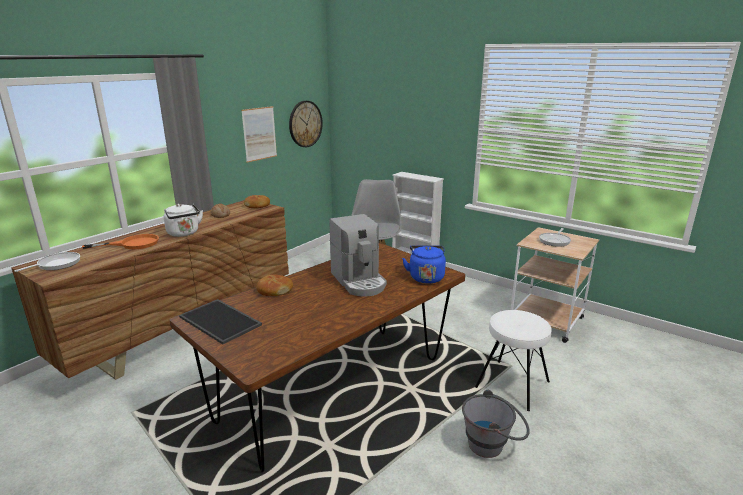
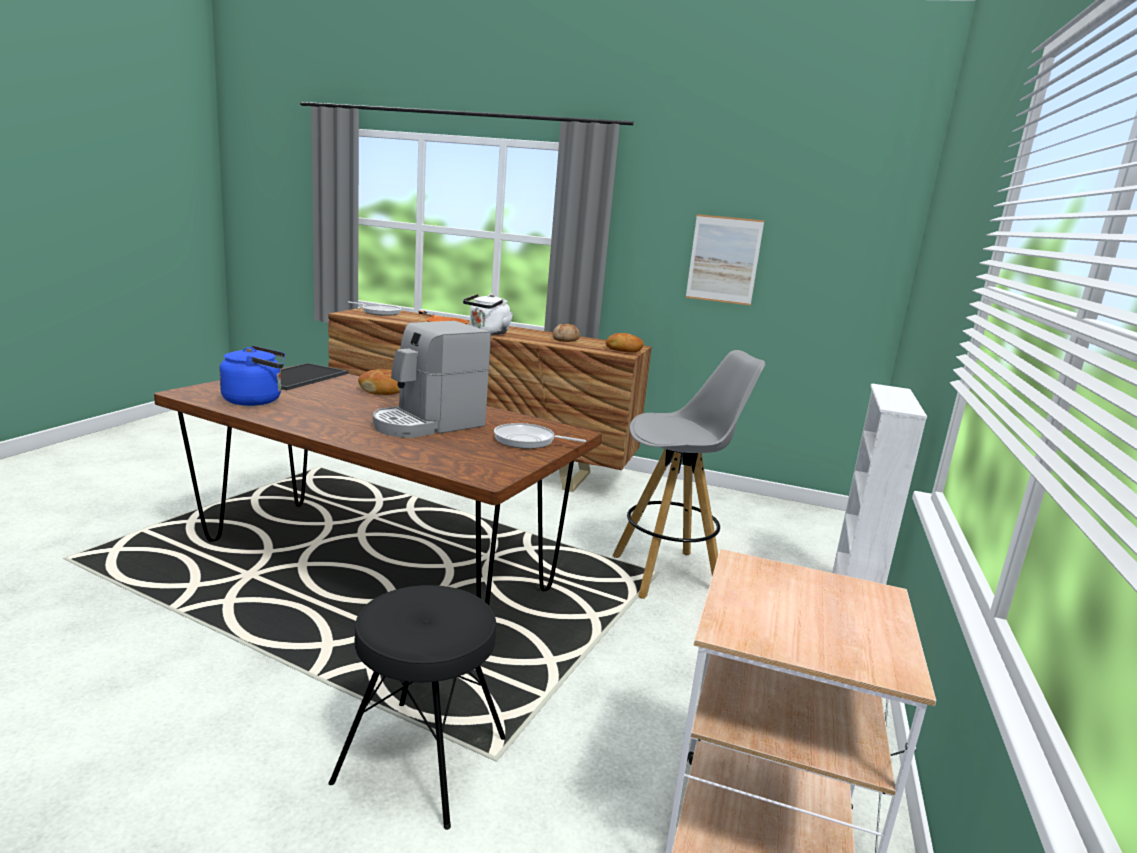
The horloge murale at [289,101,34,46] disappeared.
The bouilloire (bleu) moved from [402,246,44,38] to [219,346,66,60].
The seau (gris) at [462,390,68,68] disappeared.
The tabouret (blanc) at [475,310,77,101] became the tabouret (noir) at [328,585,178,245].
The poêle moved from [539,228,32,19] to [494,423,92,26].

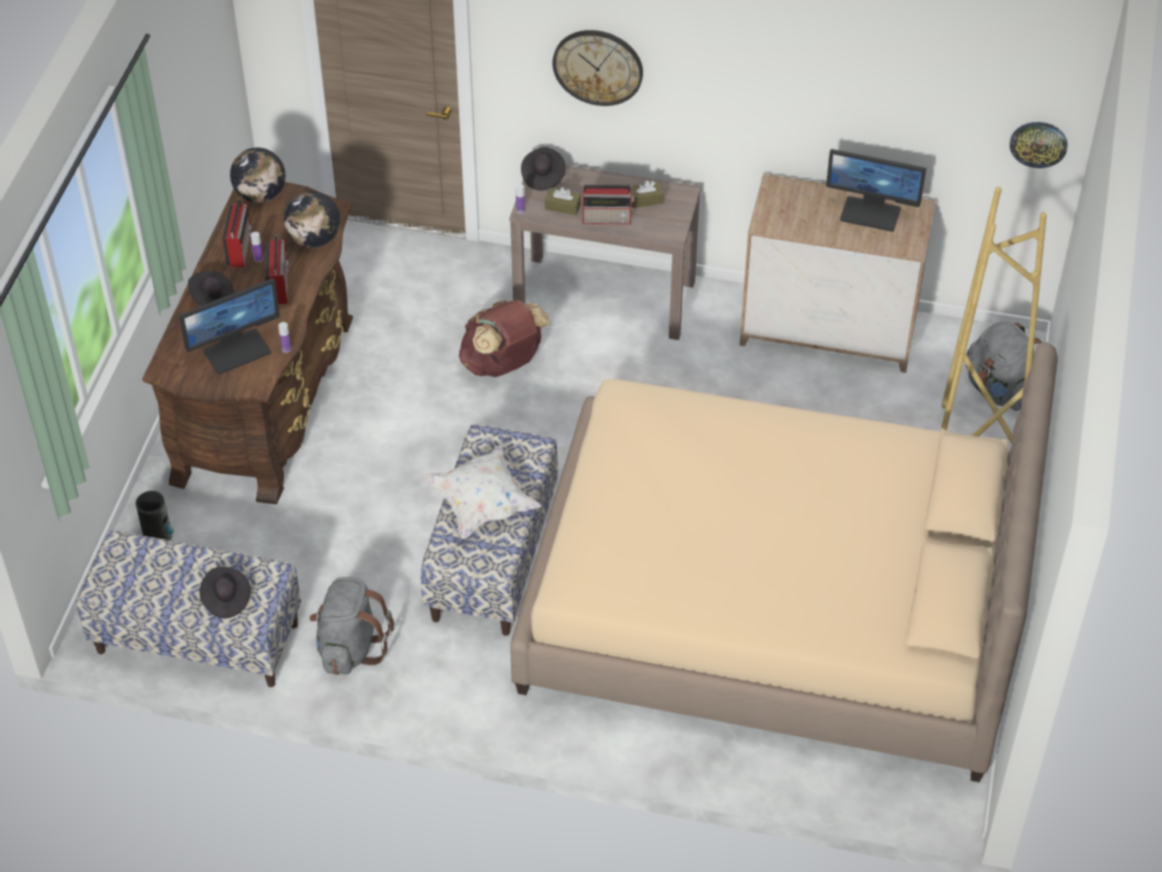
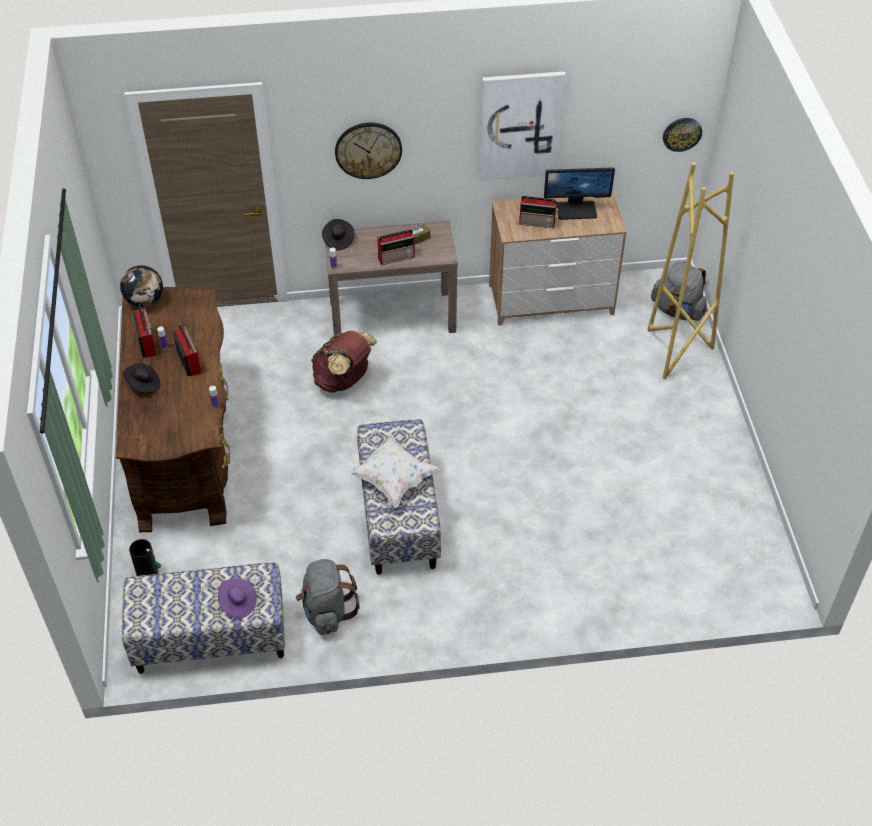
The écran d'ordinateur at [179,278,101,96] disappeared.
The chapeau (noir) at [199,567,52,51] became the chapeau (violet) at [218,578,39,40].
The globe at [284,191,56,57] disappeared.
The lit (beige) at [510,342,548,440] disappeared.
The boîte à mouchoirs (marron) at [545,187,36,28] disappeared.
The tableau at [479,71,87,110] appeared.
The radio at [519,196,39,33] appeared.

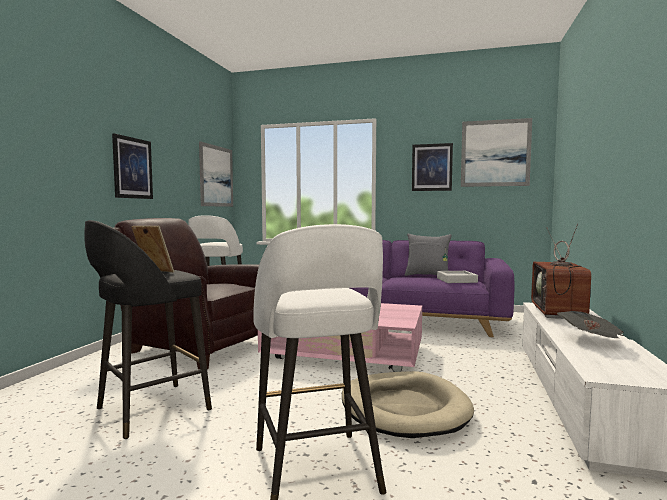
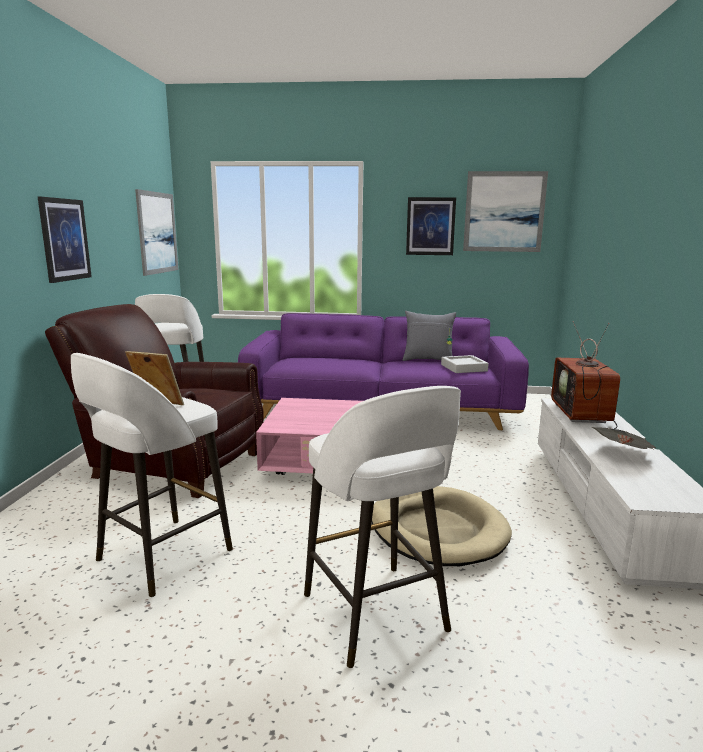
The tabouret (noir) at [84,220,128,219] became the tabouret (blanc) at [71,353,162,244].

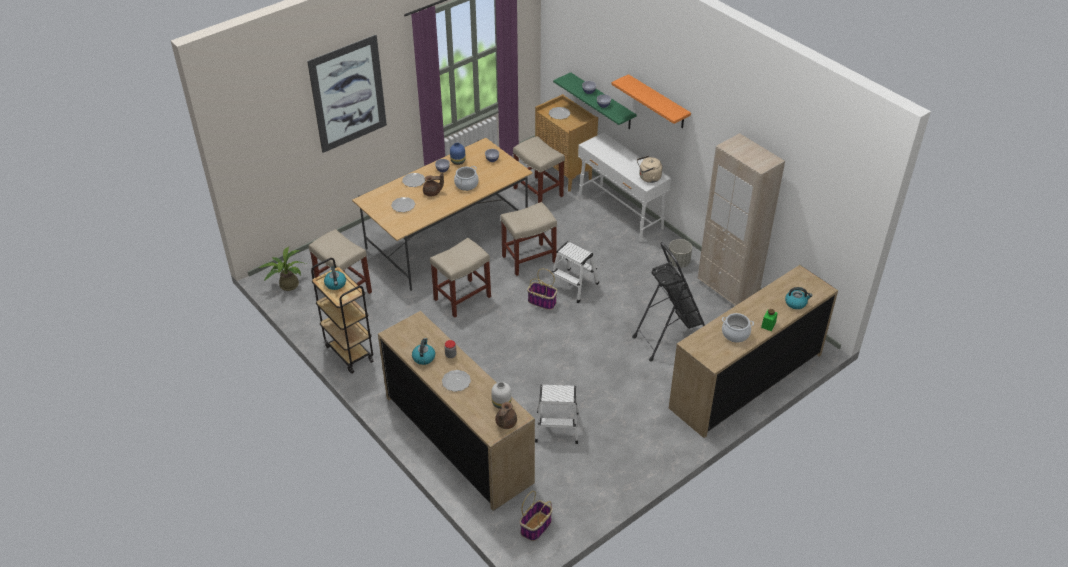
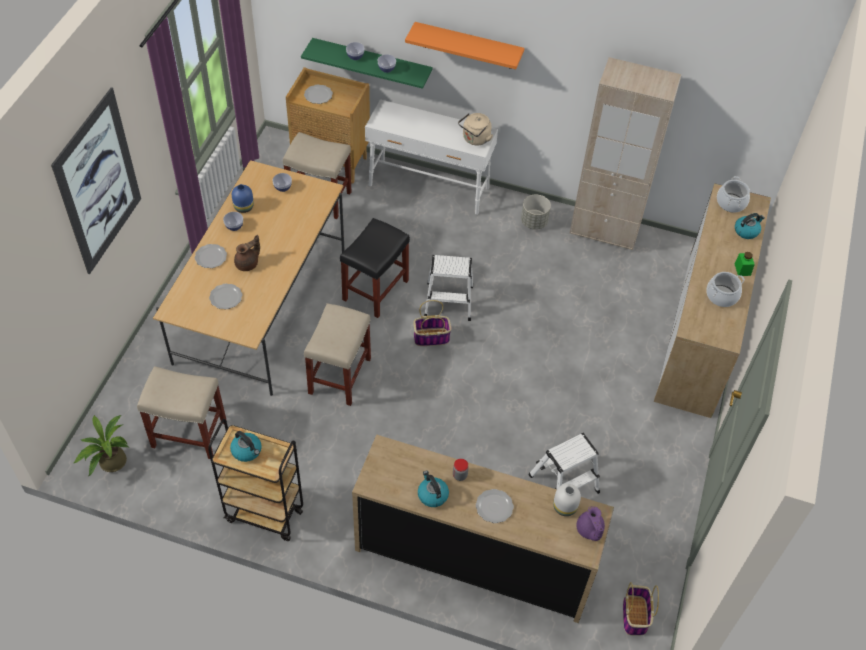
The marmite moved from [454,166,25,25] to [717,176,33,37].
The théière (marron) at [495,402,22,27] became the théière (violet) at [576,506,29,35].
The tabouret (beige) at [500,202,57,74] became the tabouret (noir) at [340,218,70,100].
The escabeau at [632,242,73,119] disappeared.

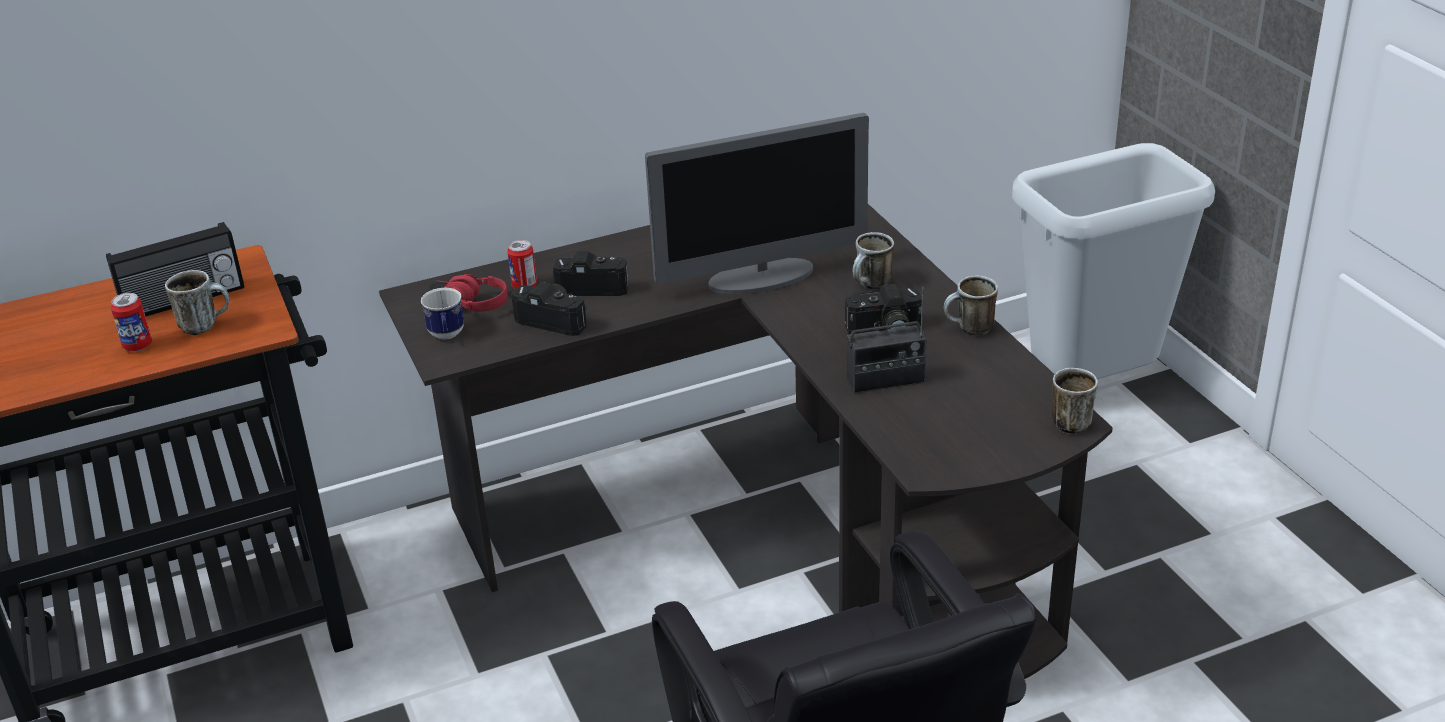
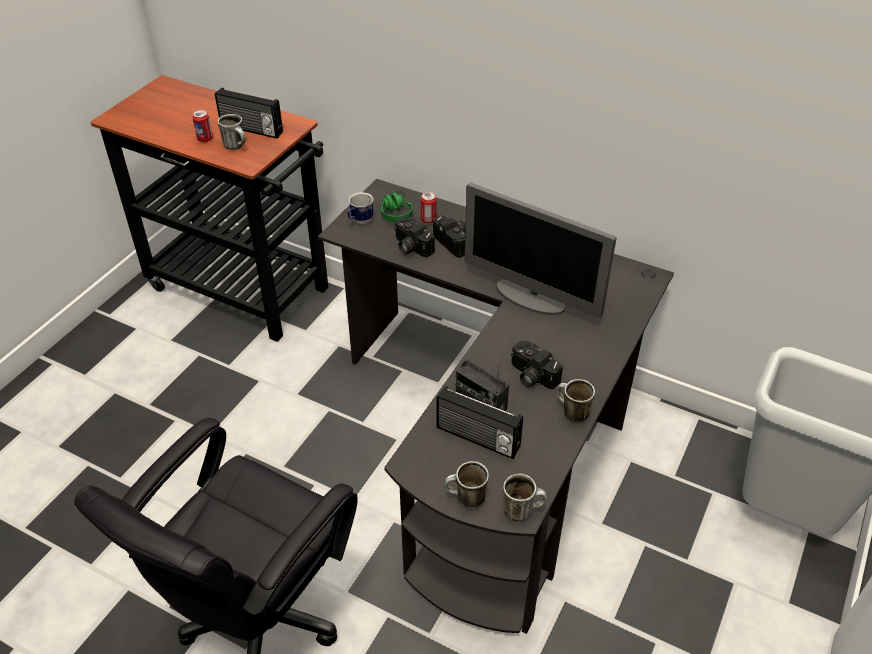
The casque audio (rouge) at [436,274,72,38] became the casque audio (vert) at [381,191,32,32].
The appareil photo at [511,282,76,54] turned 150 degrees clockwise.
The mug moved from [852,232,42,57] to [445,461,44,47].
The radio at [437,386,86,73] appeared.

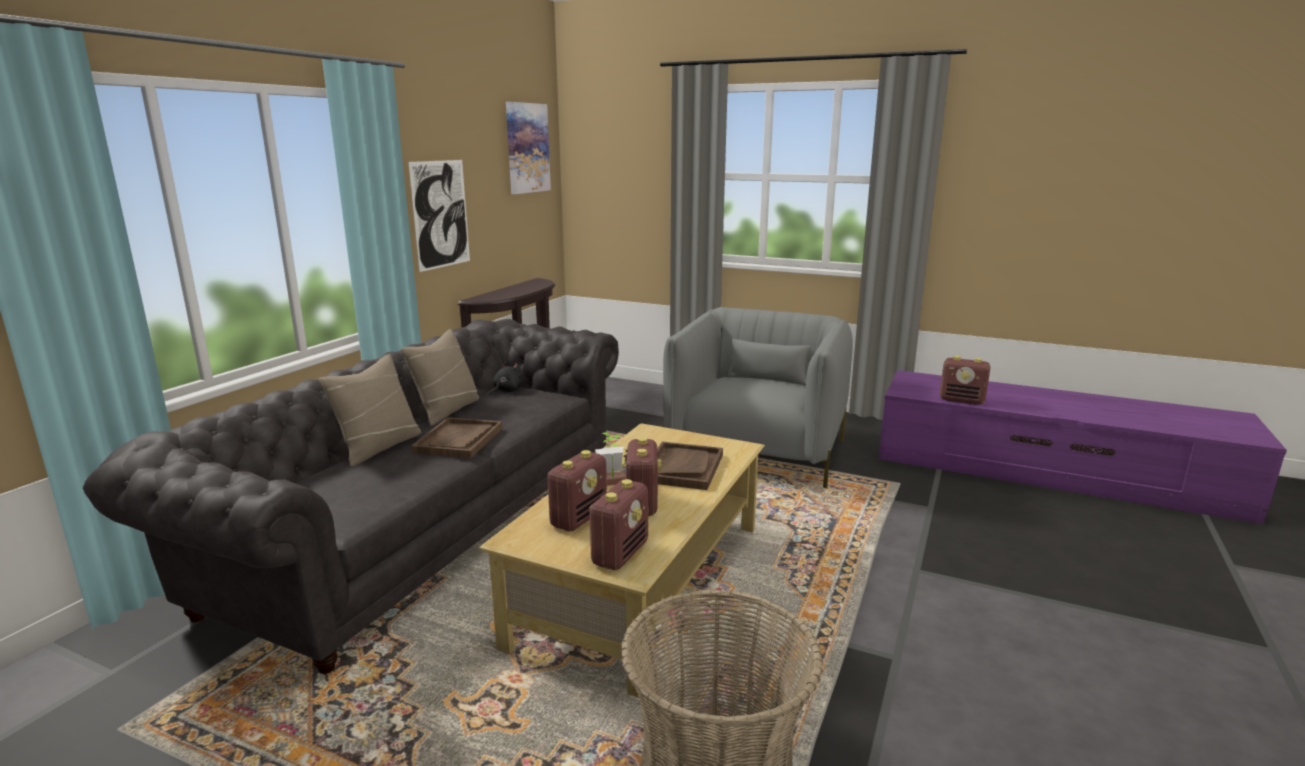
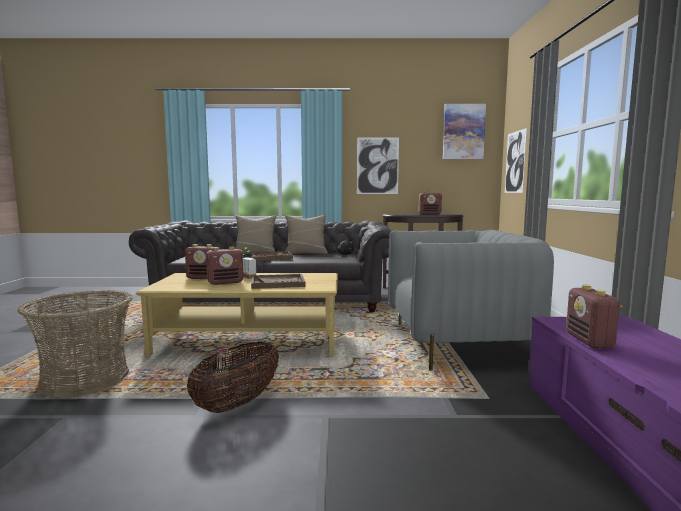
The radio moved from [589,479,59,91] to [419,191,23,24].
The panier at [187,342,92,71] appeared.
The tableau at [505,128,22,65] appeared.

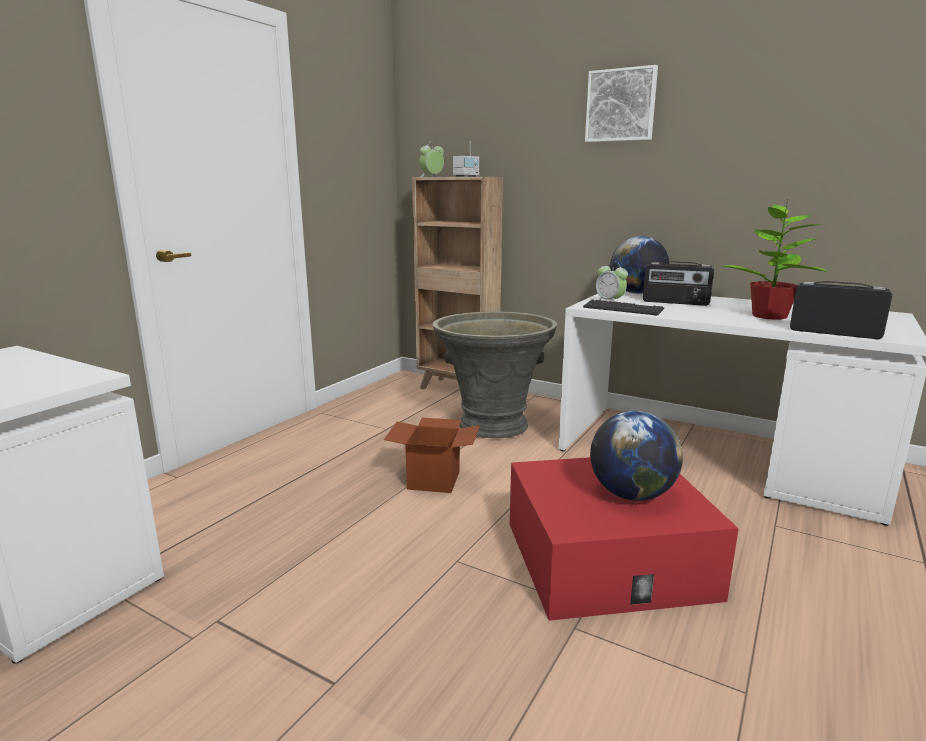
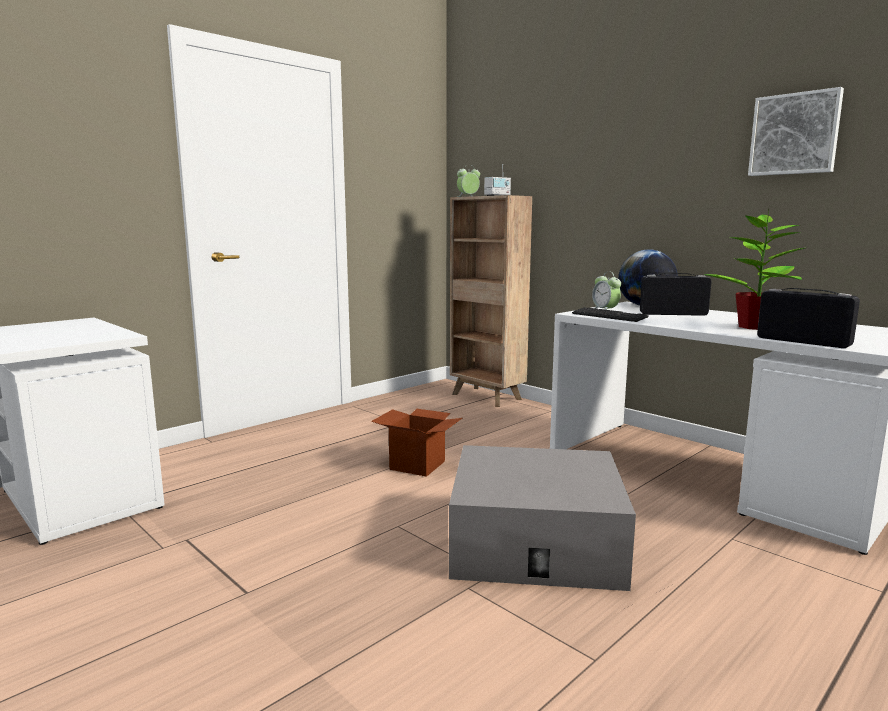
The cache-pot (gris) at [432,311,125,127] disappeared.
The boîte de rangement (rouge) at [510,457,229,164] became the boîte de rangement (gris) at [449,445,187,146].
The tableau moved from [585,65,73,77] to [748,87,96,89].
The globe at [590,411,93,90] disappeared.
The radio at [643,261,71,45] turned 150 degrees clockwise.

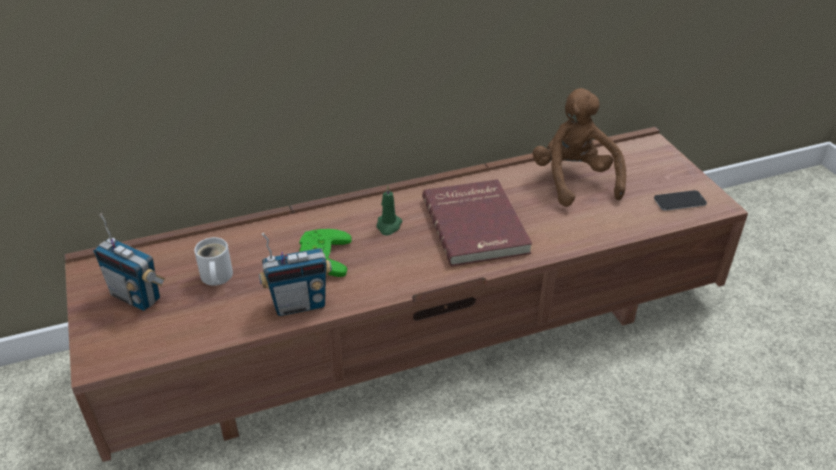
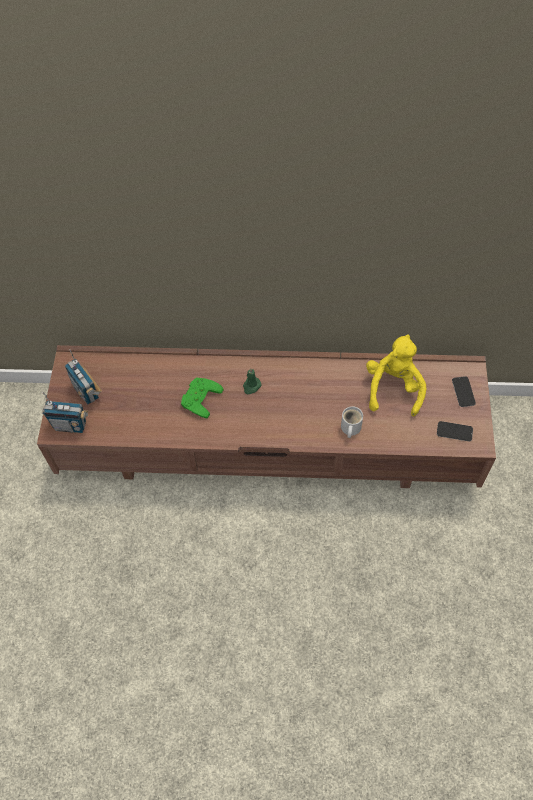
The mug (blanc) moved from [194,237,39,49] to [341,406,22,32].
The radio moved from [259,233,73,83] to [42,392,46,41].
The livre (rouge) at [422,179,110,87] disappeared.
The peluche (marron) at [532,88,94,119] became the peluche (jaune) at [366,334,60,83].
The téléphone at [452,376,24,31] appeared.

